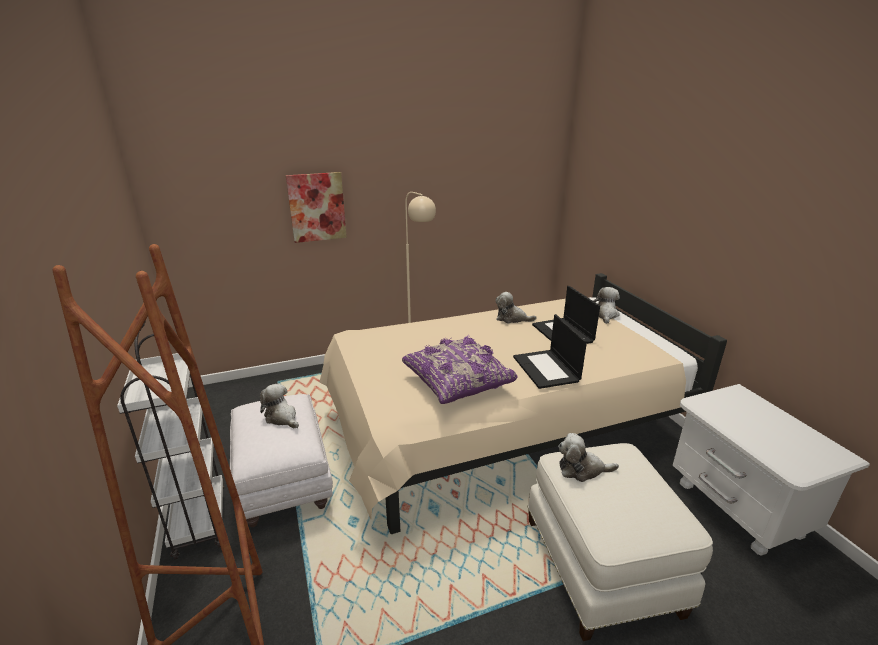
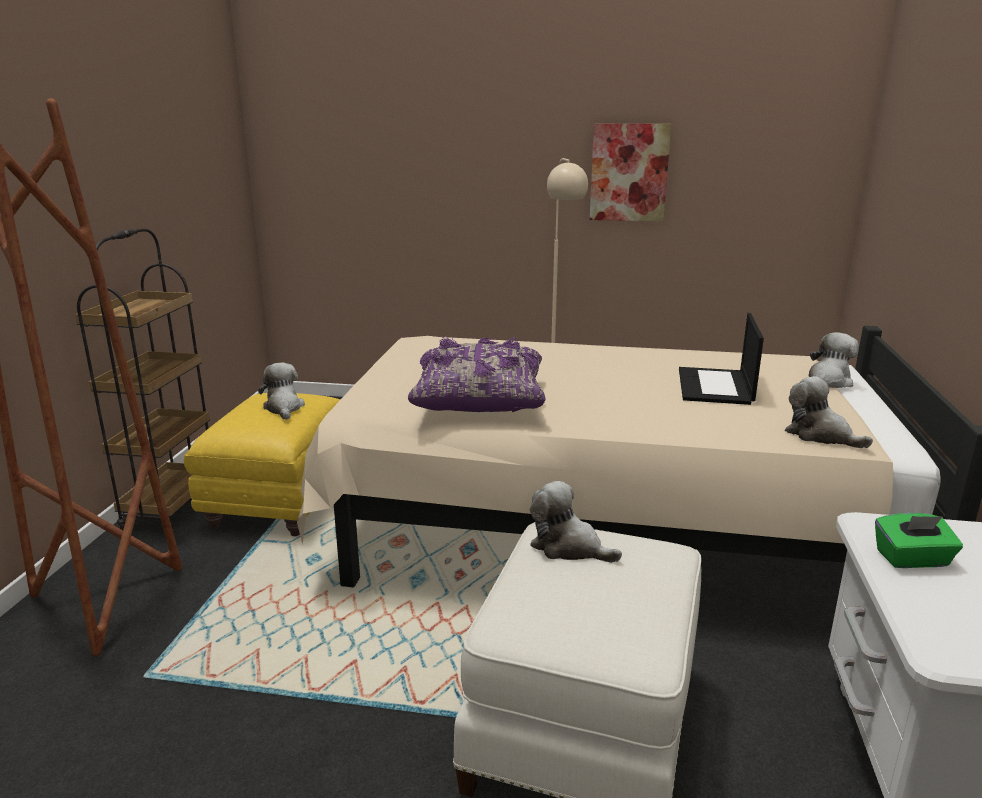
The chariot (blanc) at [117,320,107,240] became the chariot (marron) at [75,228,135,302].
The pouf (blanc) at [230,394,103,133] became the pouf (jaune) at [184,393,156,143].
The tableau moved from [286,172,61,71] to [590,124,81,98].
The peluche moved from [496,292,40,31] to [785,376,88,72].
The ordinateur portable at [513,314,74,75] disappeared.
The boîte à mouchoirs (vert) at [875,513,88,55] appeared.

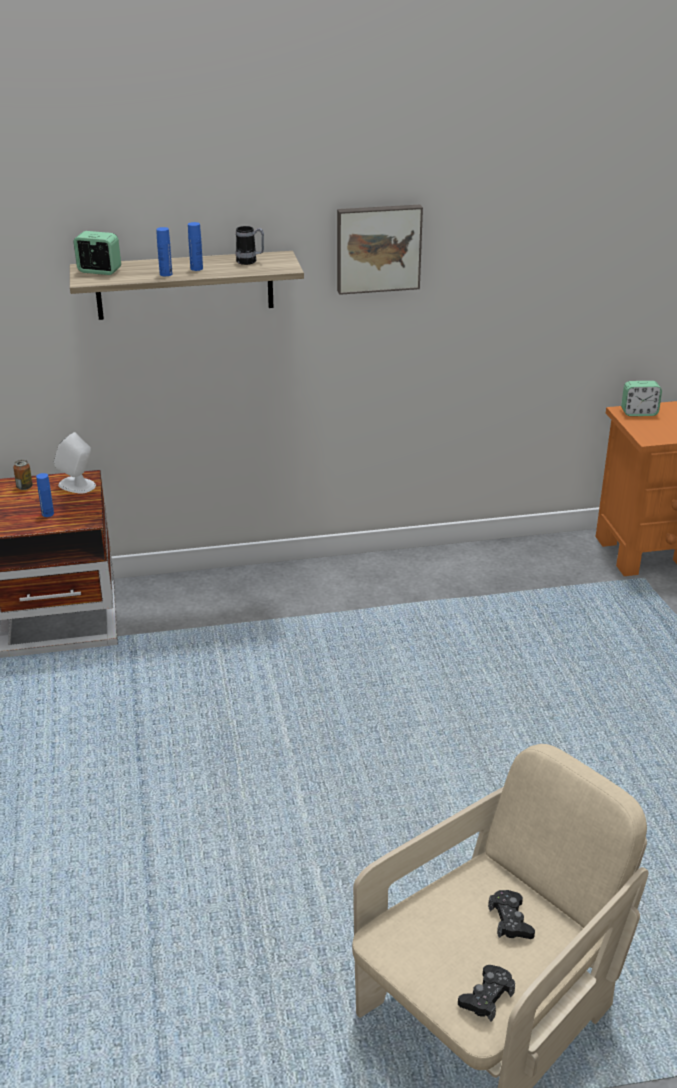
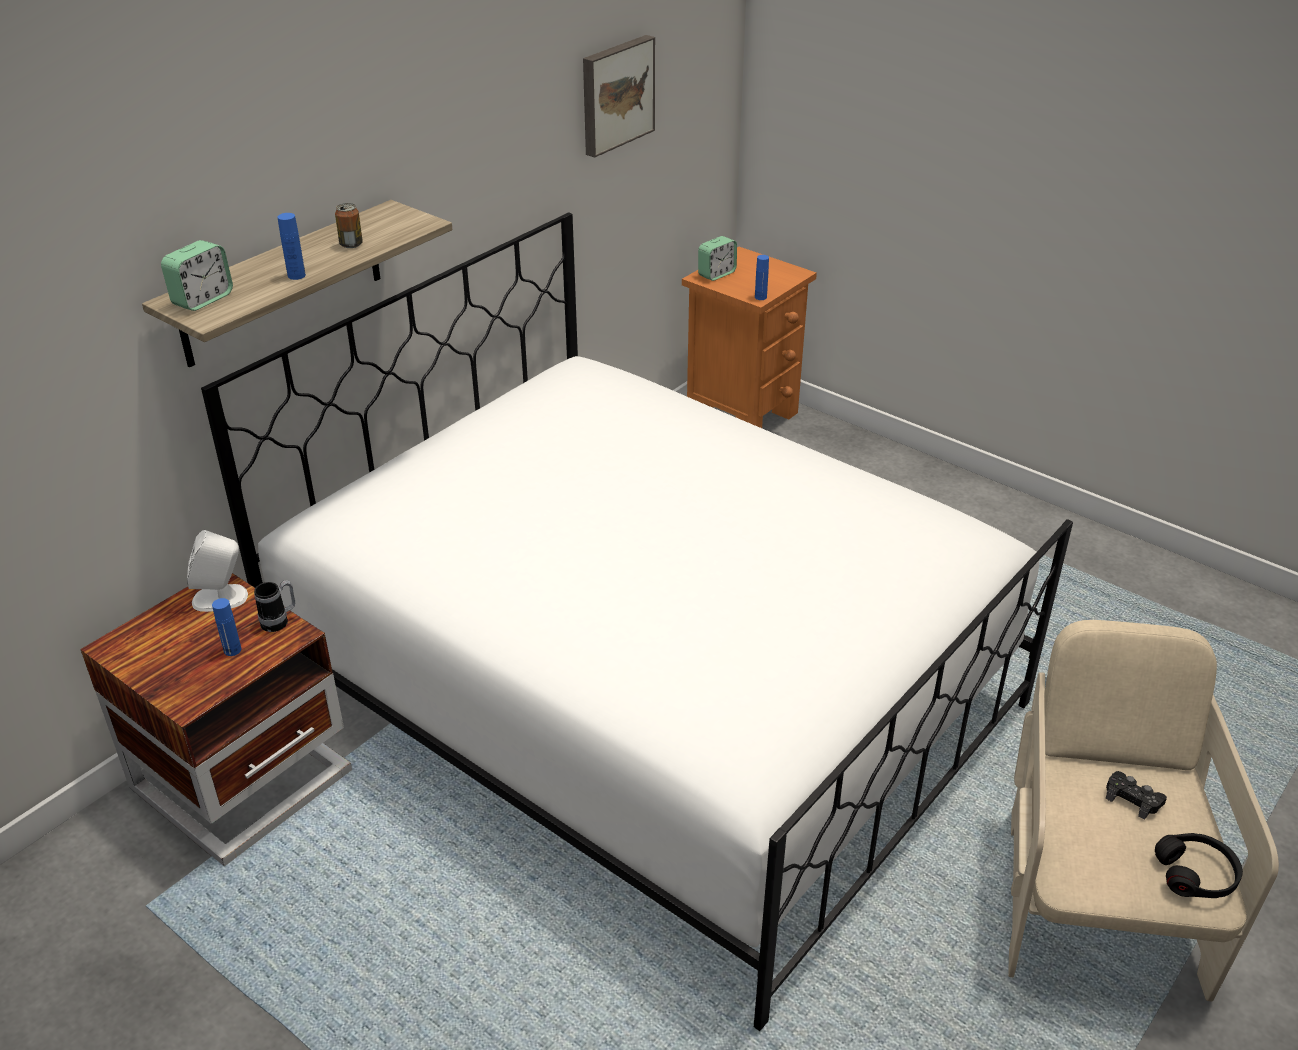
The boîte métallique moved from [13,460,20,30] to [335,203,28,45].
The réveil at [74,231,47,44] turned 150 degrees clockwise.
The bouteille (bleu) moved from [188,222,15,49] to [755,255,14,45].
The mug moved from [236,226,28,39] to [254,580,41,52].
The tableau moved from [337,205,86,90] to [583,35,72,122].
The manette (noir) at [458,965,57,56] was replaced by the casque audio (noir) at [1155,833,88,65].
The lit (blanc) at [201,212,872,819] appeared.

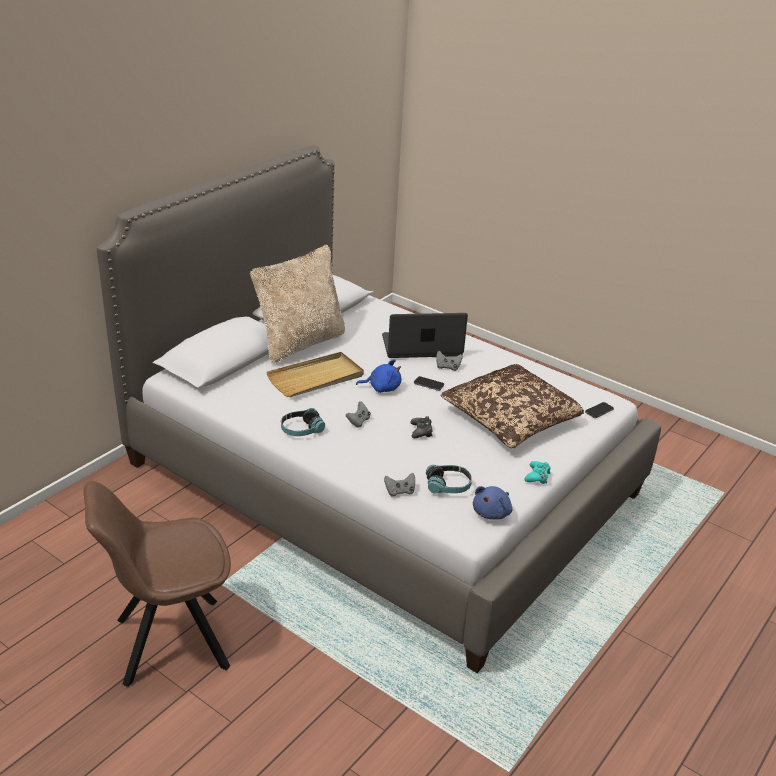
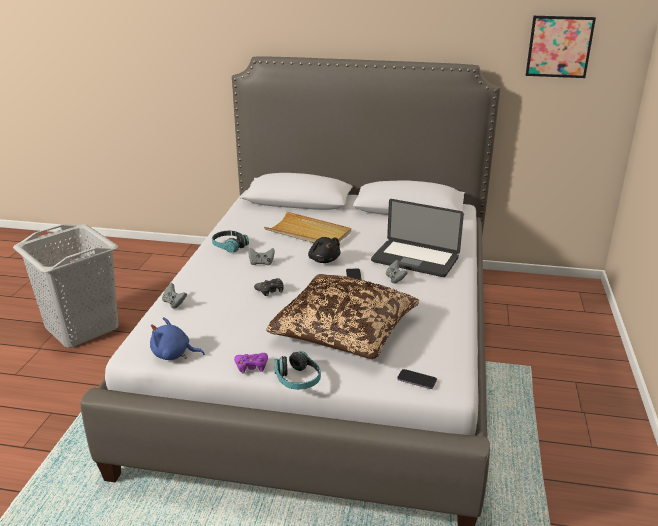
The chaise (marron) at [84,481,147,206] was replaced by the panier à linge (gris) at [13,224,105,124].
The coussin (beige) at [250,245,95,119] disappeared.
The peluche (bleu) at [356,359,46,34] became the peluche (noir) at [308,237,32,26].
The ordinateur portable at [382,313,86,45] turned 150 degrees clockwise.
The casque audio moved from [426,465,46,29] to [274,351,47,39].
The manette (turquoise) at [524,461,27,23] became the manette (violet) at [234,353,34,21].
The tableau at [526,16,70,62] appeared.

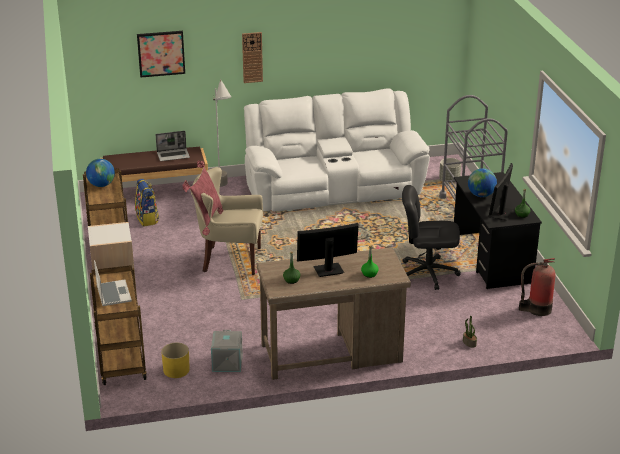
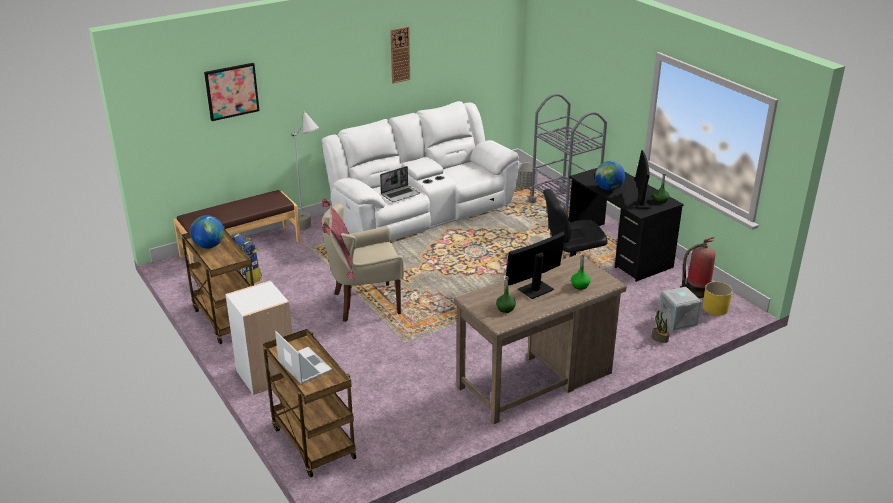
The ordinateur portable moved from [156,131,34,30] to [380,166,40,36].
The cache-pot (jaune) moved from [161,343,29,35] to [703,282,30,33].
The boîte de rangement (gris) moved from [211,330,32,42] to [659,287,43,44].
The horloge murale moved from [242,32,21,51] to [390,26,20,57].

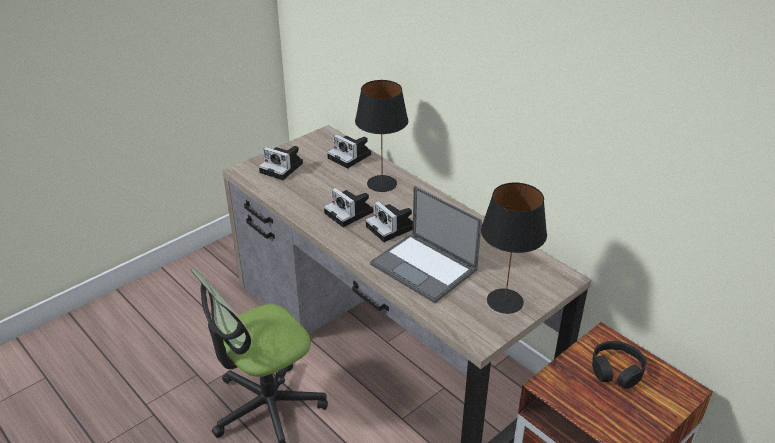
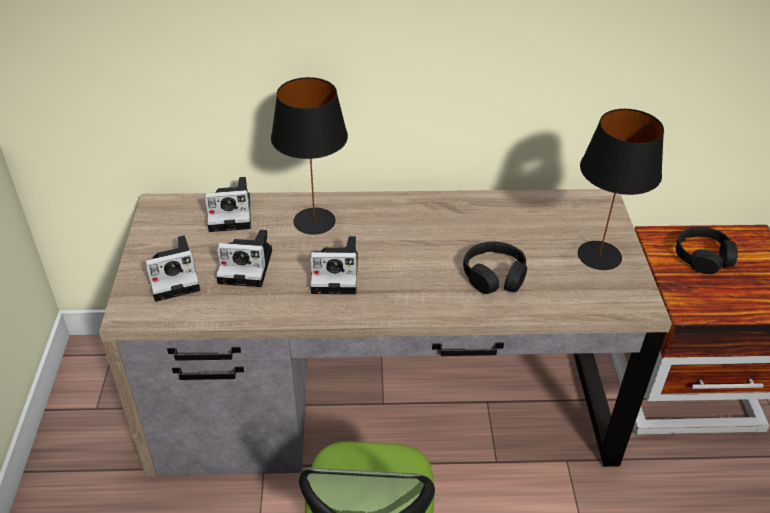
The appareil photo moved from [366,201,47,41] to [216,229,56,58].
The ordinateur portable at [370,186,112,117] was replaced by the casque audio (noir) at [463,242,64,52].

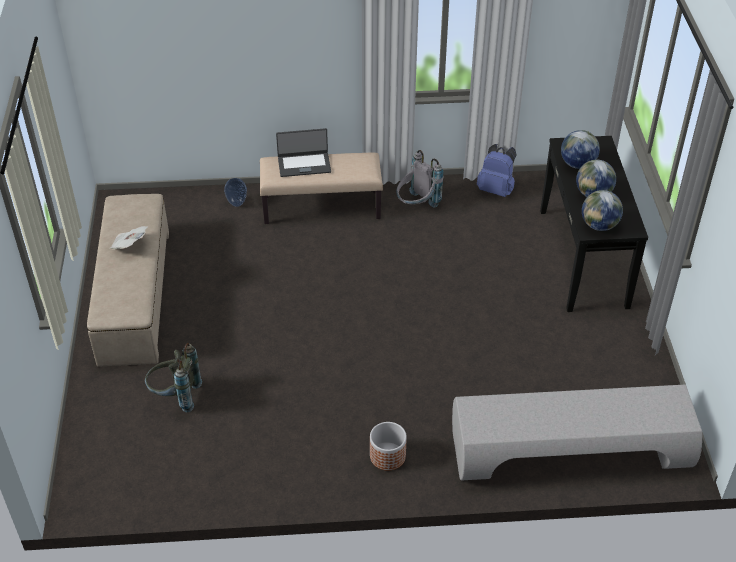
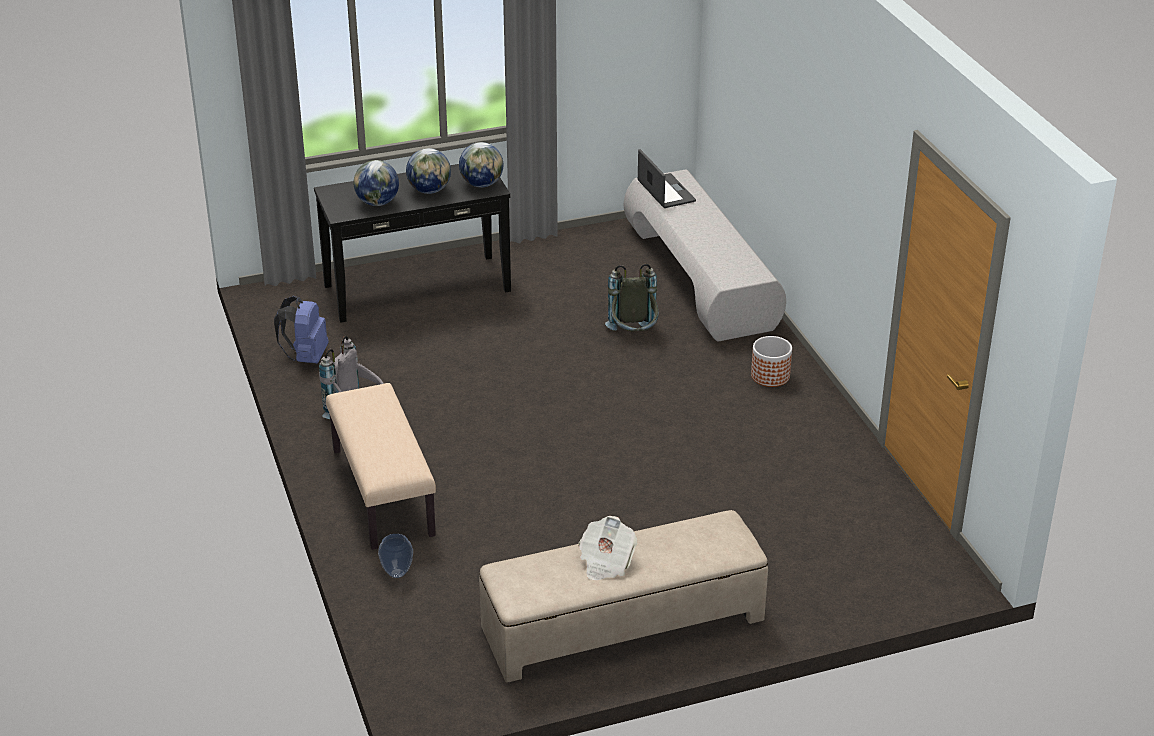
The sac à dos (gris) moved from [145,343,57,70] to [605,263,54,68].
The ordinateur portable moved from [276,128,55,49] to [638,149,58,59].

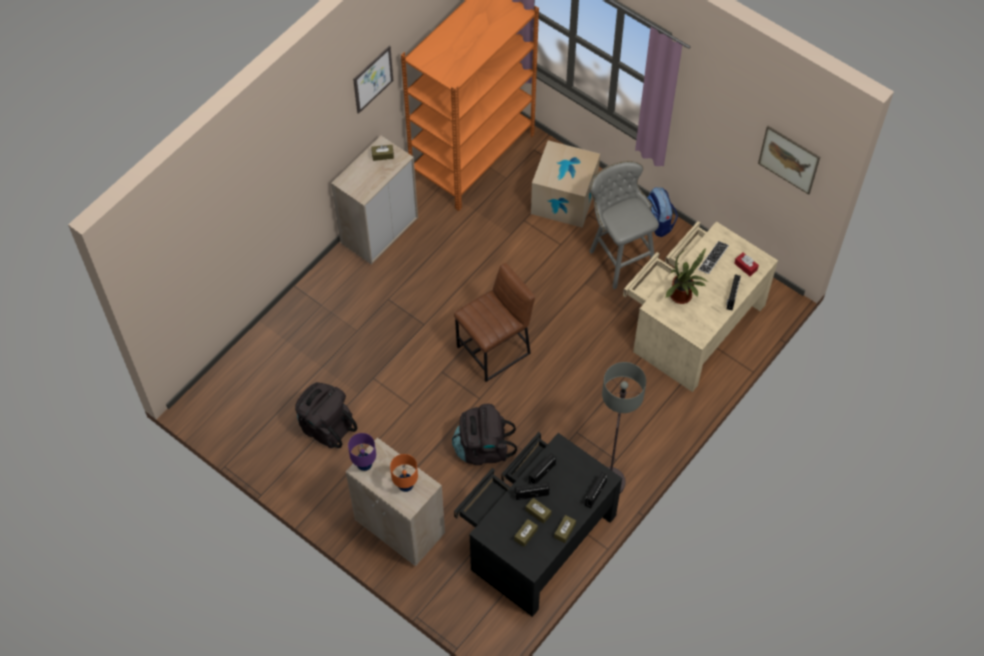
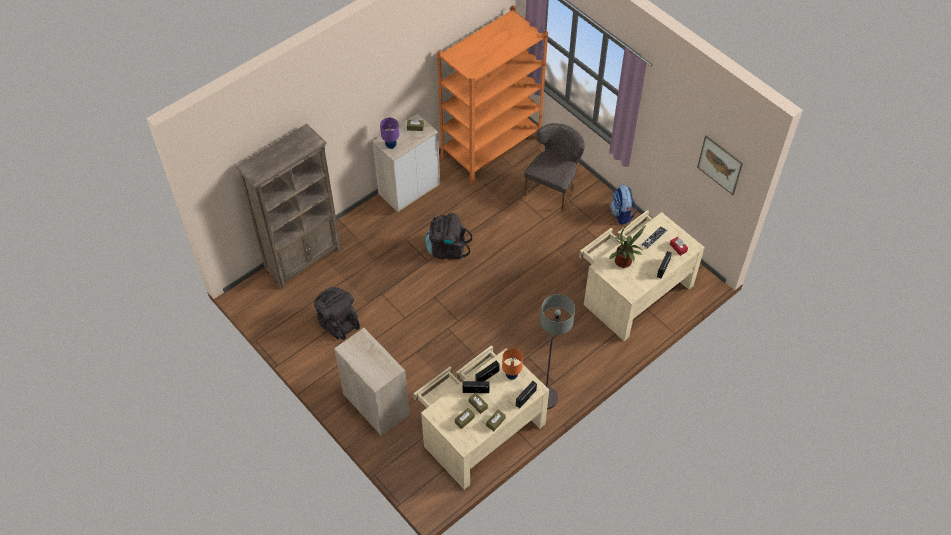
The lampe de table (violet) moved from [348,433,28,38] to [380,118,19,31].
The tableau at [353,45,40,69] disappeared.
The lampe de table (orange) moved from [390,454,28,38] to [502,348,21,32].
The sac à dos (noir) moved from [452,404,65,61] to [424,213,48,47].
The chaise (marron) at [454,263,81,119] disappeared.
The bureau (noir) at [454,432,168,185] became the bureau (beige) at [413,345,136,145].
The carton at [531,140,69,88] was replaced by the chaise (gris) at [524,123,61,88].
The tabouret (gris) at [589,161,70,128] disappeared.
The bibliothèque (marron) at [235,124,106,165] appeared.

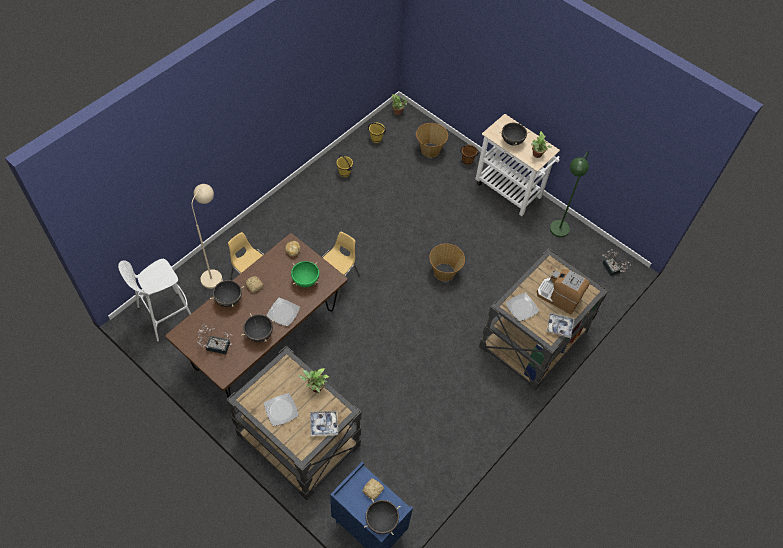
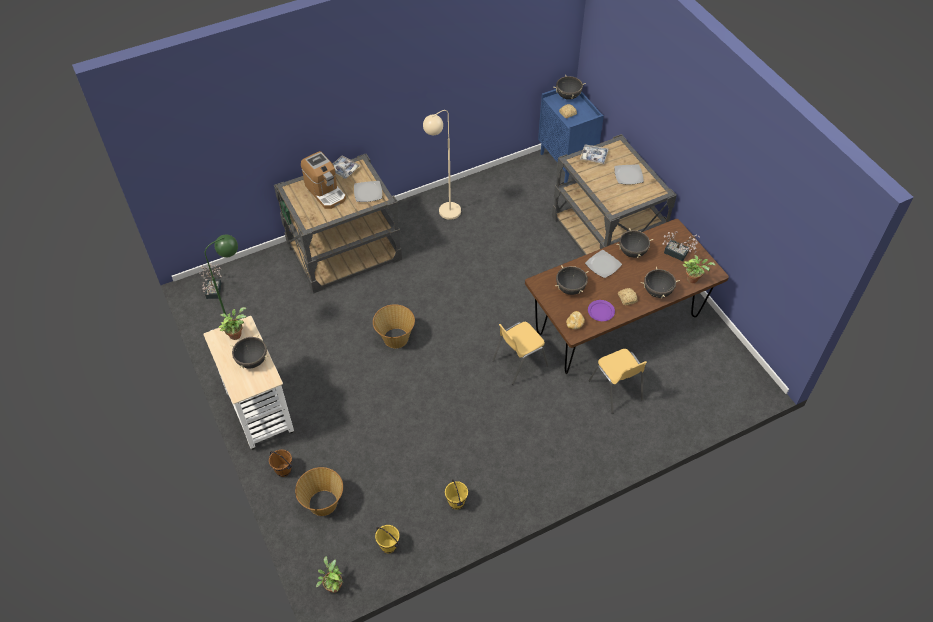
The tabouret (blanc) at [118,259,73,83] disappeared.
The lampadaire (beige) moved from [191,184,31,105] to [423,110,38,110].
The marmite (vert) at [291,261,28,26] became the marmite (noir) at [555,265,34,30].
The plante en pot moved from [298,368,31,25] to [683,255,33,28].
The assiette (violet) at [588,300,27,21] appeared.

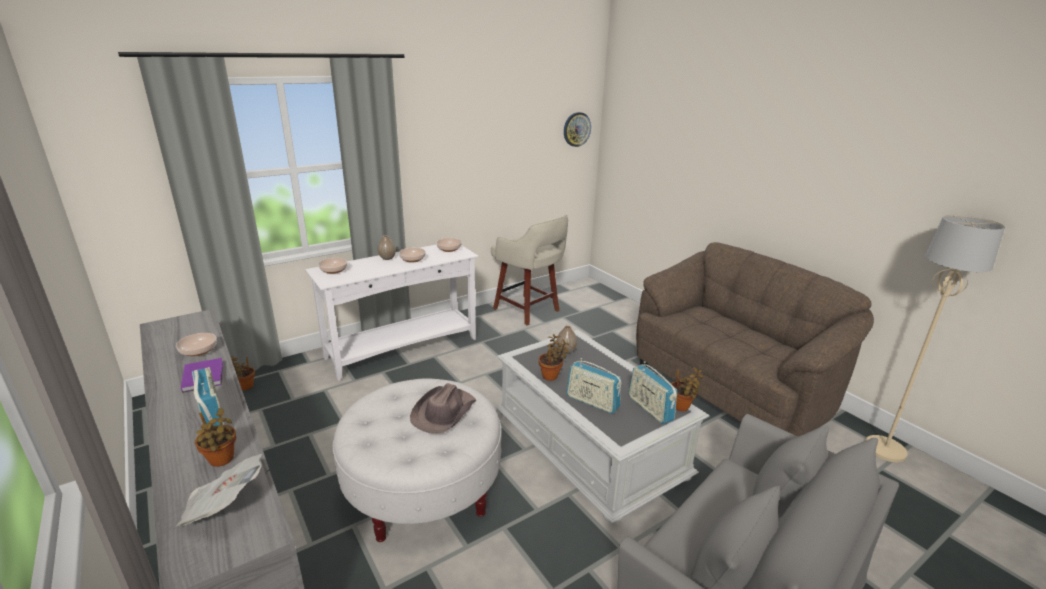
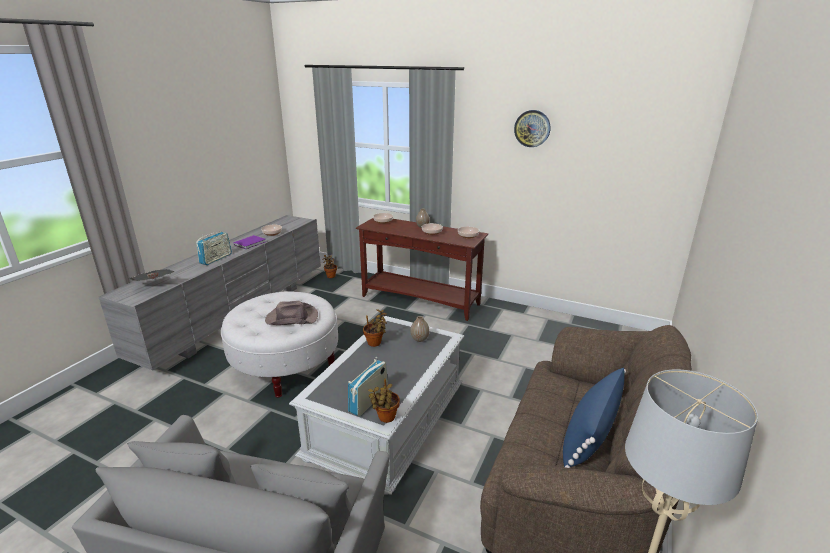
The plante en pot at [195,408,41,59] disappeared.
The table console (blanc) at [305,244,173,137] became the table console (marron) at [356,218,132,103].
The tabouret (beige) at [491,215,77,110] disappeared.
The horloge murale moved from [564,112,27,35] to [514,110,37,37].
The radio at [566,358,55,56] disappeared.
The coussin (bleu) at [563,368,63,100] appeared.

